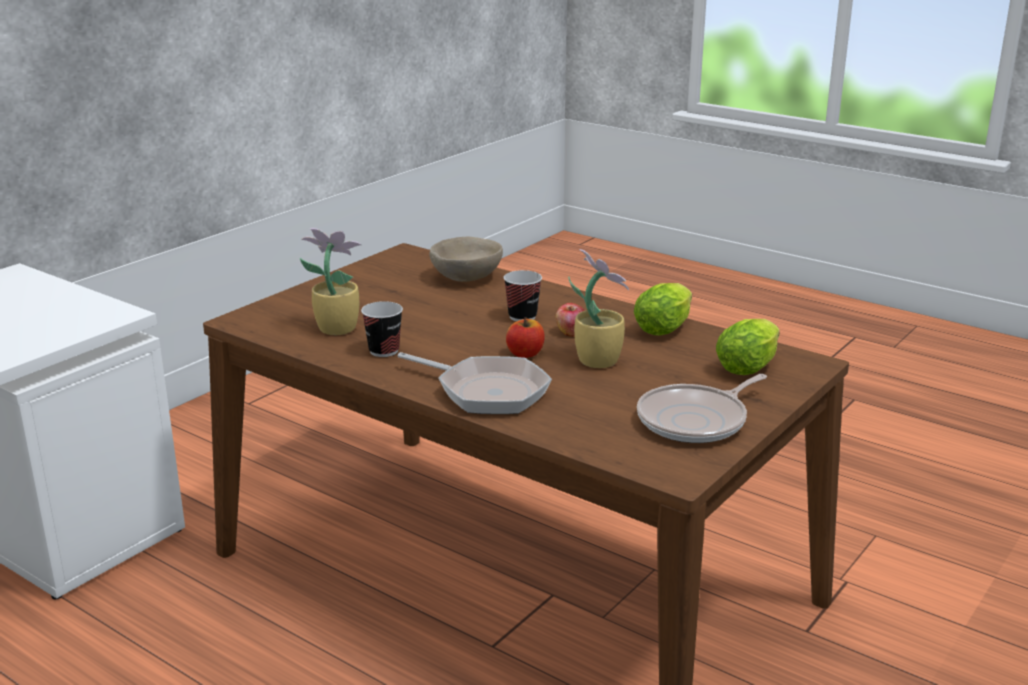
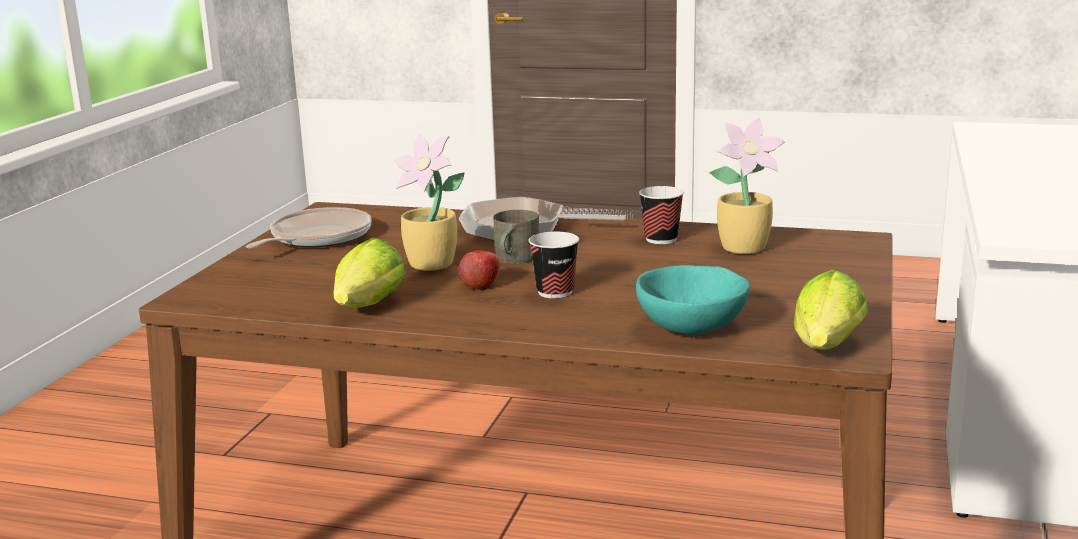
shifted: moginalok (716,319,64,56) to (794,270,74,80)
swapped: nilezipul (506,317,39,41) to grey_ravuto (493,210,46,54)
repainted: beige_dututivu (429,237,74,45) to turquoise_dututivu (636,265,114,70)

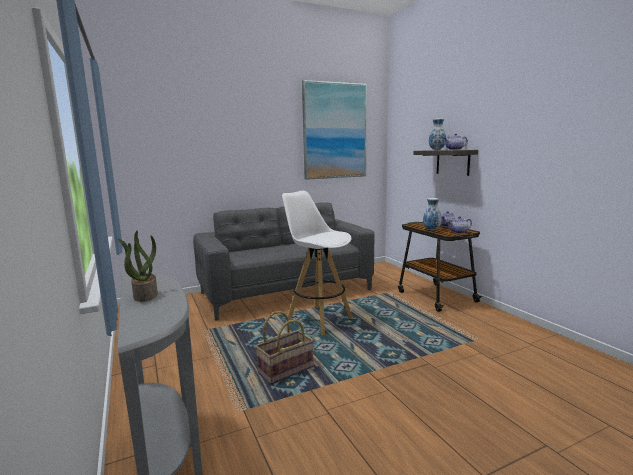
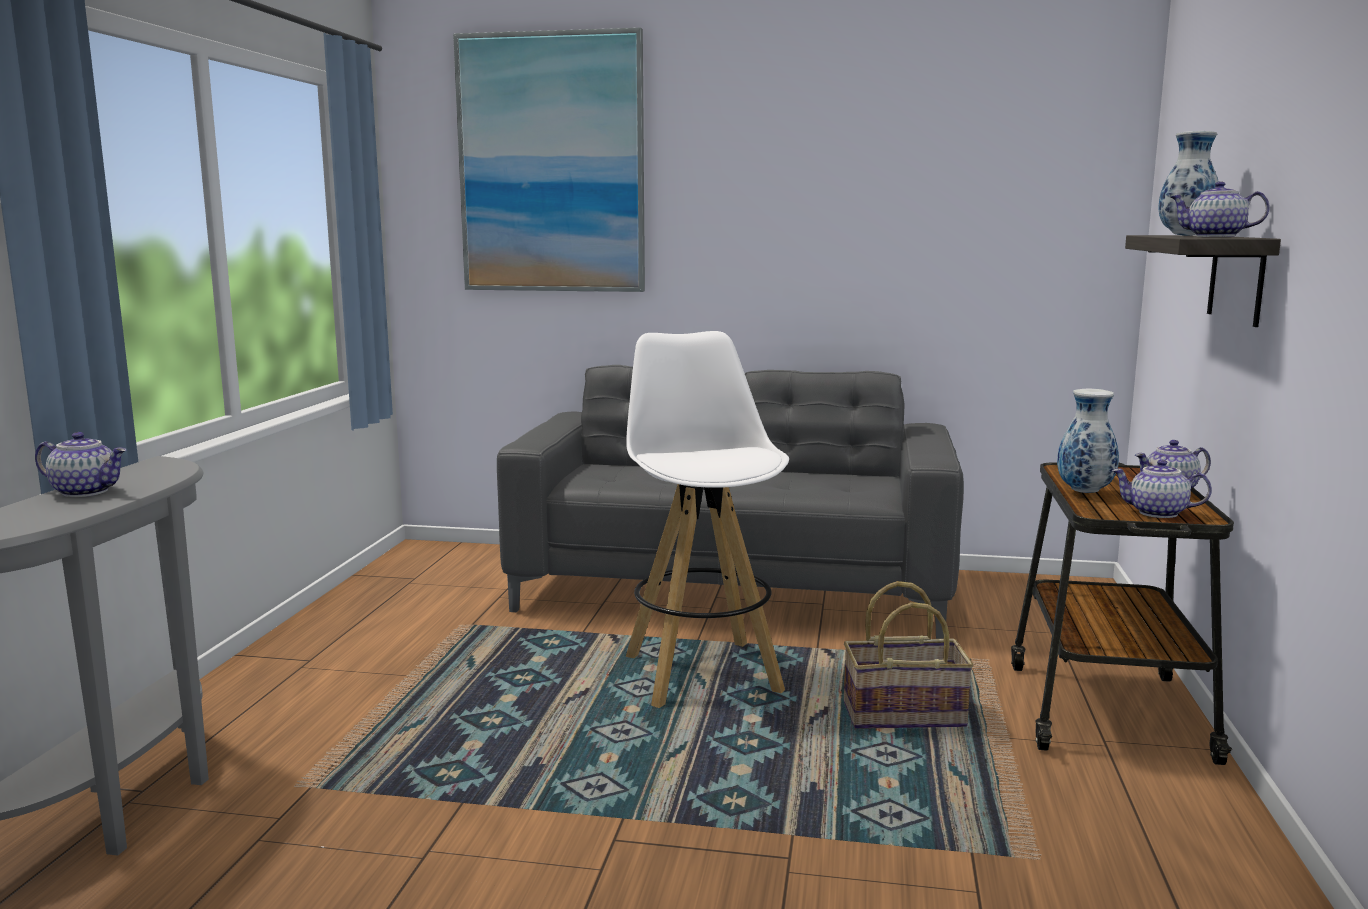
shifted: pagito (255,311,59,73) to (844,581,130,148); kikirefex (302,80,65,100) to (453,28,192,264)
swapped: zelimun (117,231,41,71) to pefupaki (35,432,91,65)

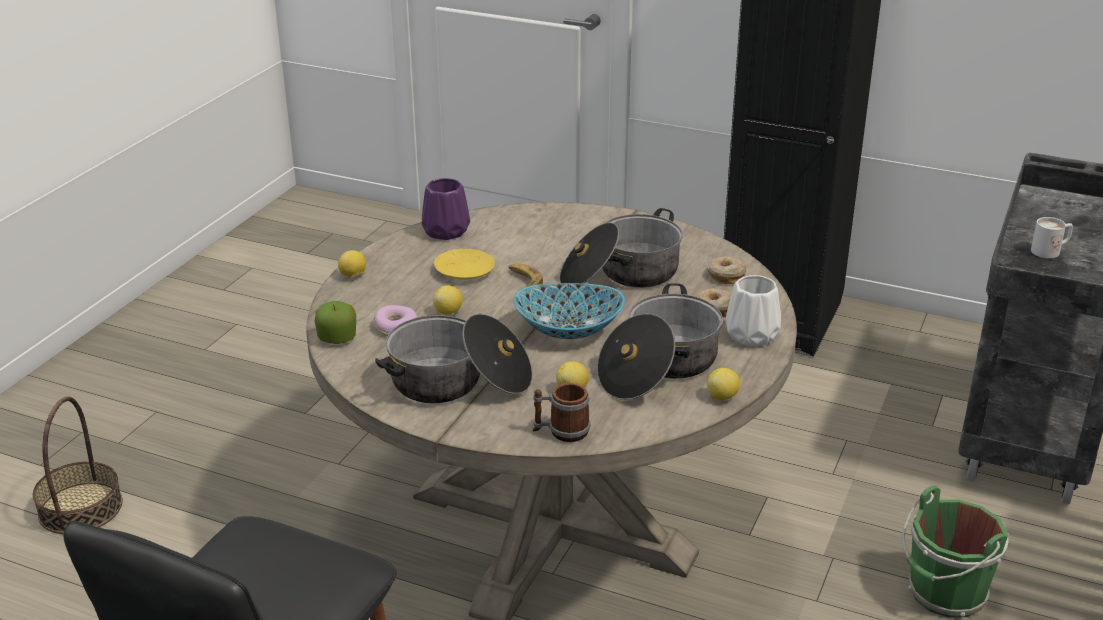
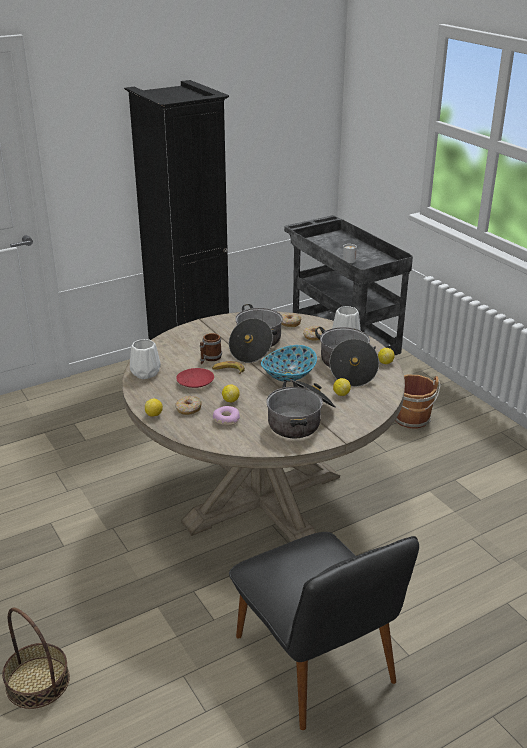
gone: nilezipul (315,301,41,43)
new: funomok (176,396,26,19)
shifted: ravuto (533,383,58,59) to (200,333,22,31)
repainted: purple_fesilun (422,178,48,62) to white_fesilun (130,339,31,40); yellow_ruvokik (434,249,61,31) to red_ruvokik (177,368,37,20); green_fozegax (902,486,107,132) to brown_fozegax (395,375,46,54)

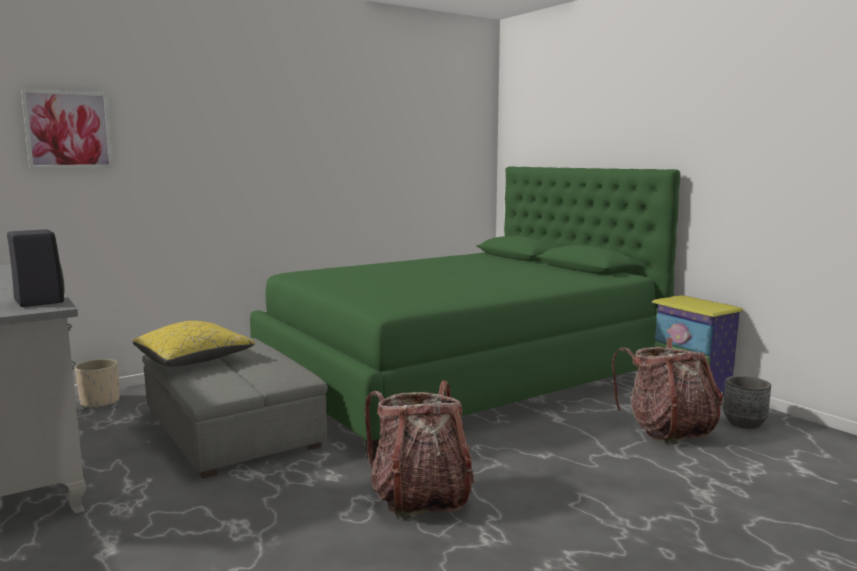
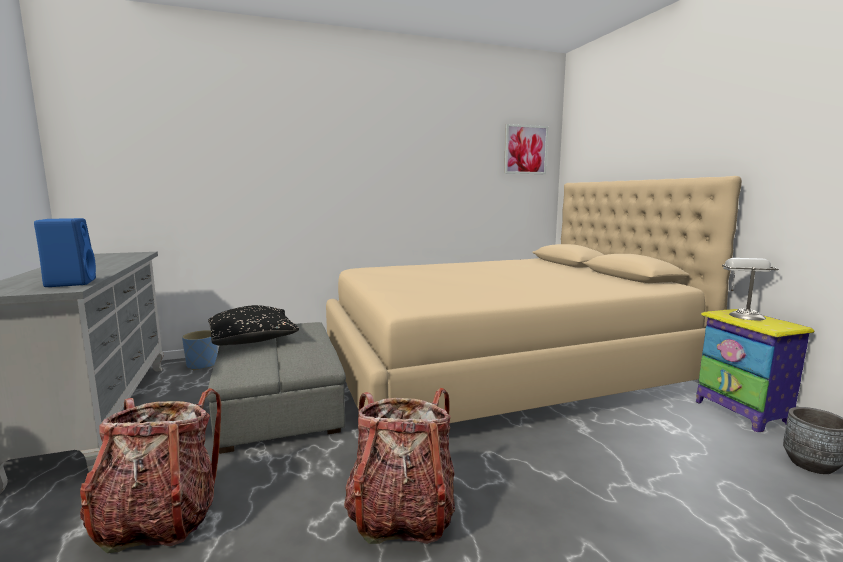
new: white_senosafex (722,258,57,62)
shifted: kikirefex (21,89,92,80) to (504,124,44,50); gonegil (612,338,111,106) to (80,388,141,165)
repainted: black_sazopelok (7,229,57,78) to blue_sazopelok (34,218,62,69); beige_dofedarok (75,359,45,50) to blue_dofedarok (182,330,36,40); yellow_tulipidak (133,321,122,46) to black_tulipidak (208,305,91,40); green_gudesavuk (250,166,431,294) to beige_gudesavuk (326,176,416,247)

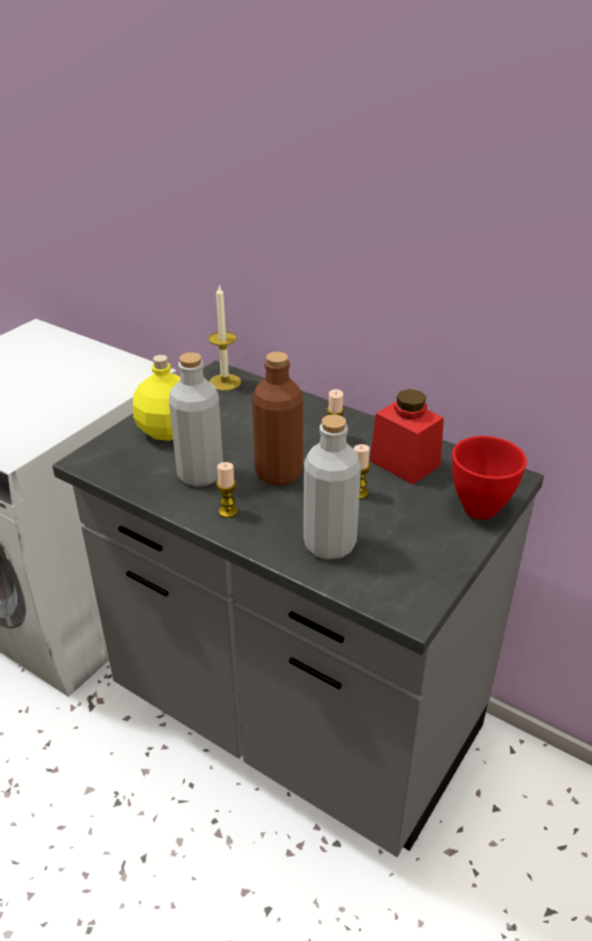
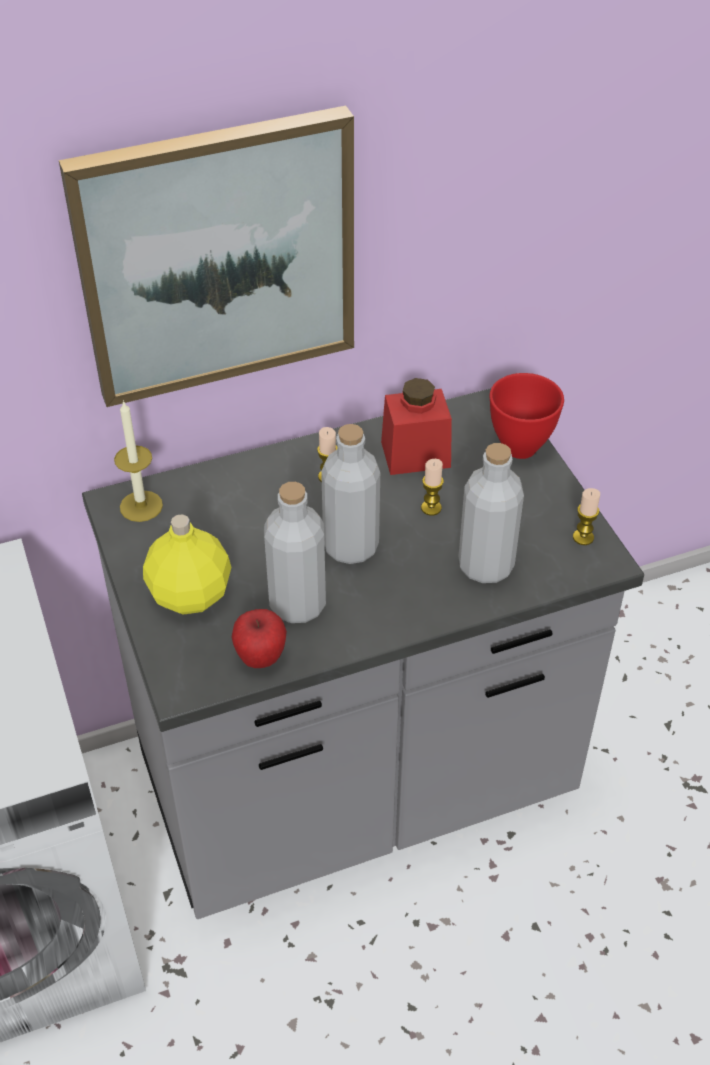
new: kikirefex (59,106,295,301); nilezipul (231,609,56,59)
shifted: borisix (216,462,22,56) to (573,488,27,57)
repainted: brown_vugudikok (252,352,51,134) to grey_vugudikok (321,424,59,140)

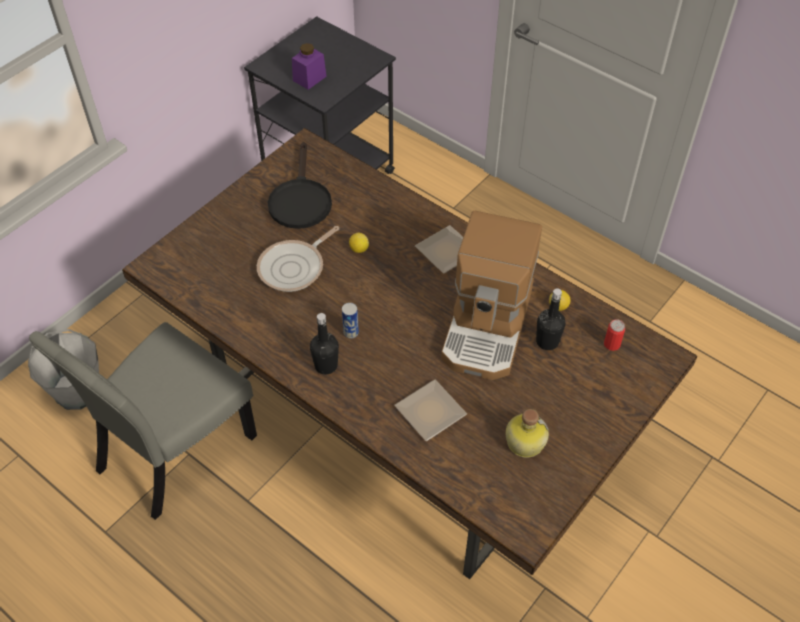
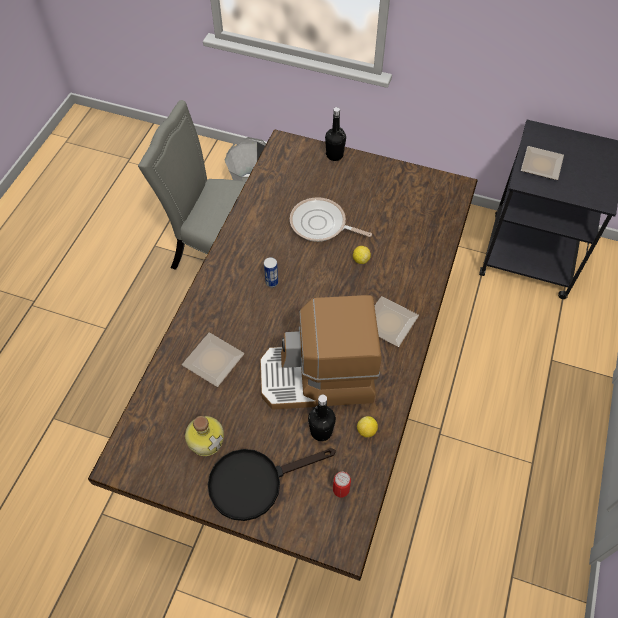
shifted: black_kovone (268,142,64,87) to (208,448,128,73); black_vugudikok (310,313,29,62) to (325,107,21,54)
swapped: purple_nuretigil (292,43,35,47) to ruvokik (521,146,43,34)

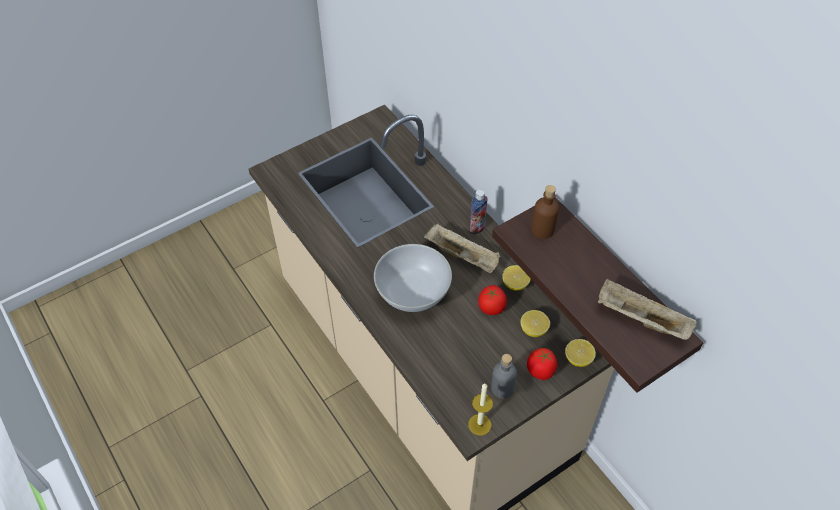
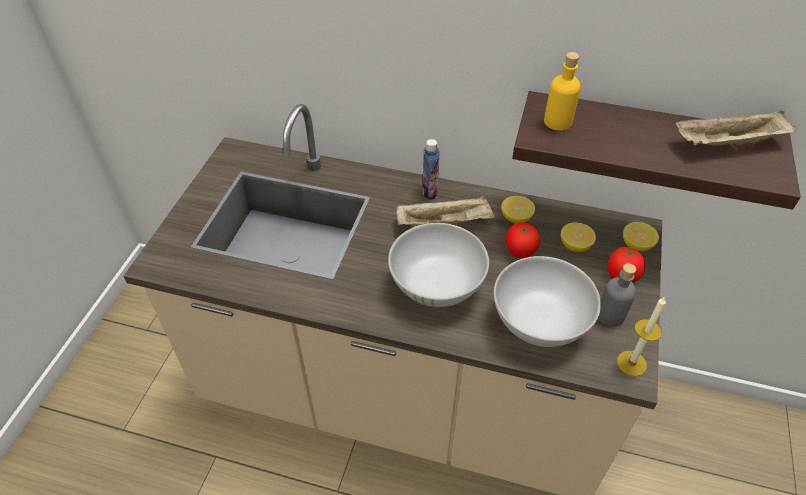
new: white_dututivu (494,256,107,91)
repainted: brown_vugudikok (531,185,28,54) to yellow_vugudikok (544,52,37,79)

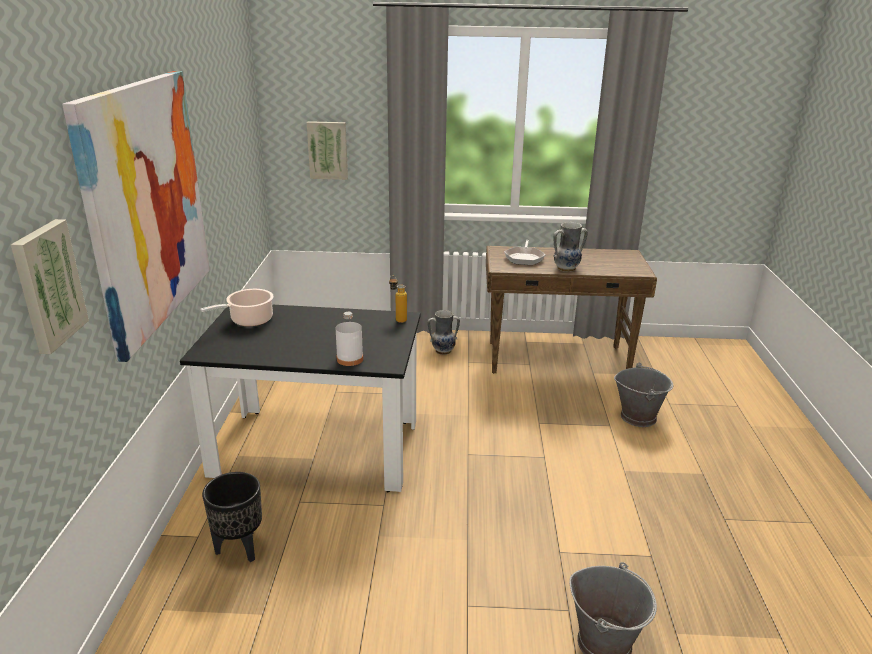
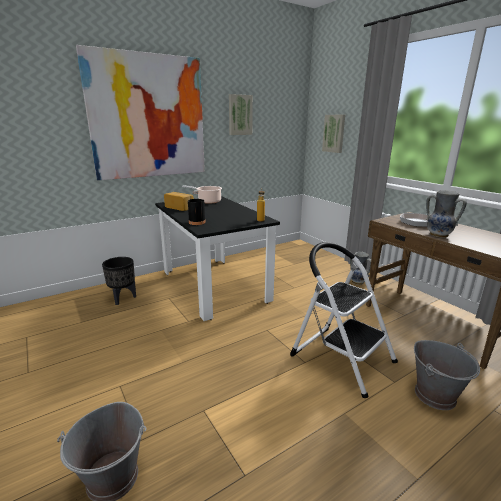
new: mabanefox (164,192,30,19); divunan (290,242,108,156)
shifted: kikirefex (11,219,78,135) to (229,94,24,41)
repainted: white_vugudikok (336,312,27,54) to black_vugudikok (188,190,18,35)

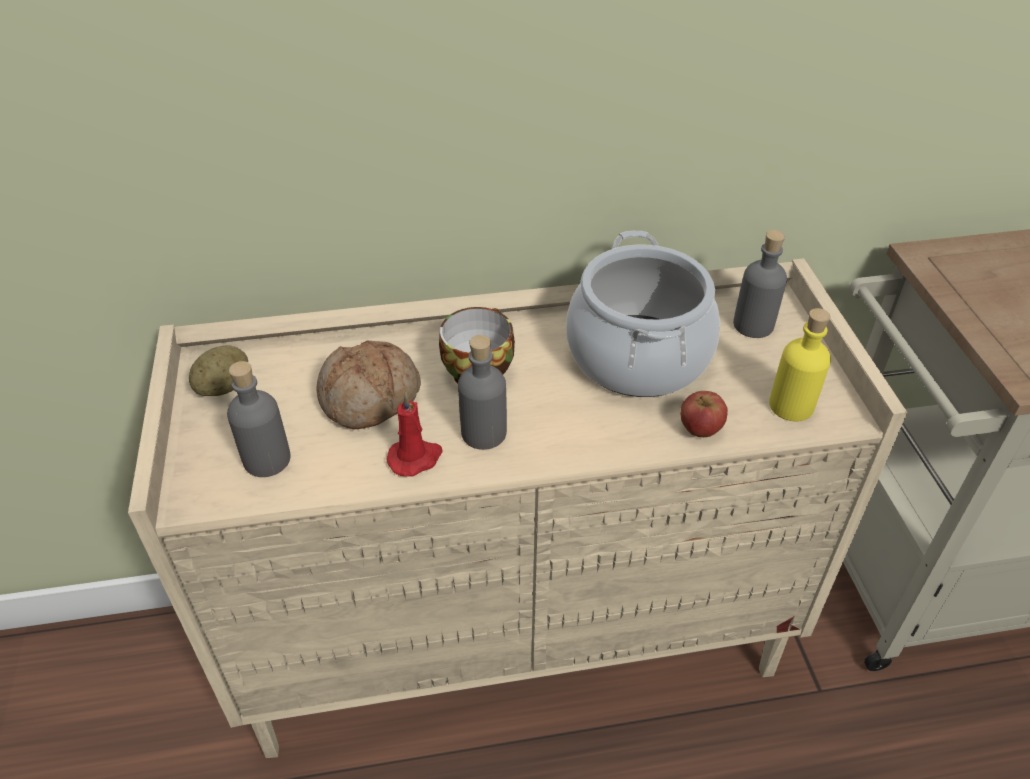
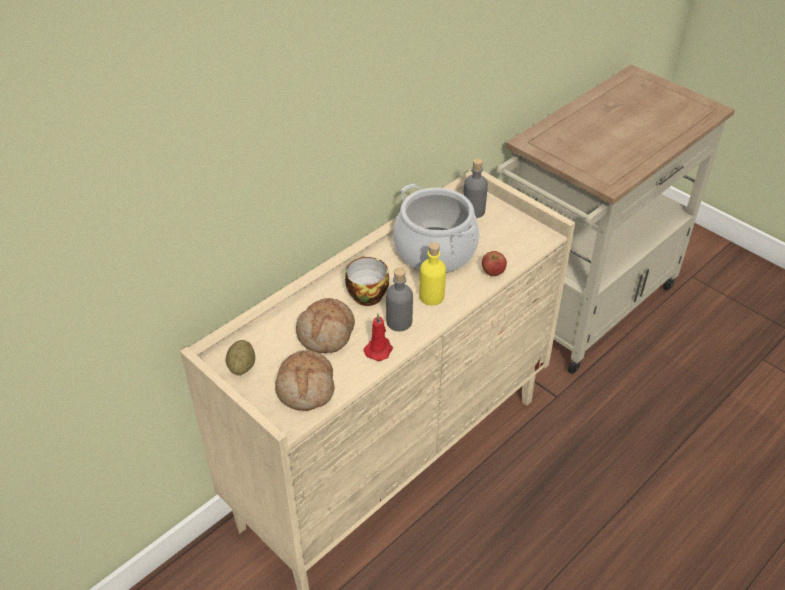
shifted: yellow_vugudikok (769,308,62,113) to (419,242,27,64)
swapped: grey_vugudikok (227,361,64,116) to mabanefox (275,350,59,61)

